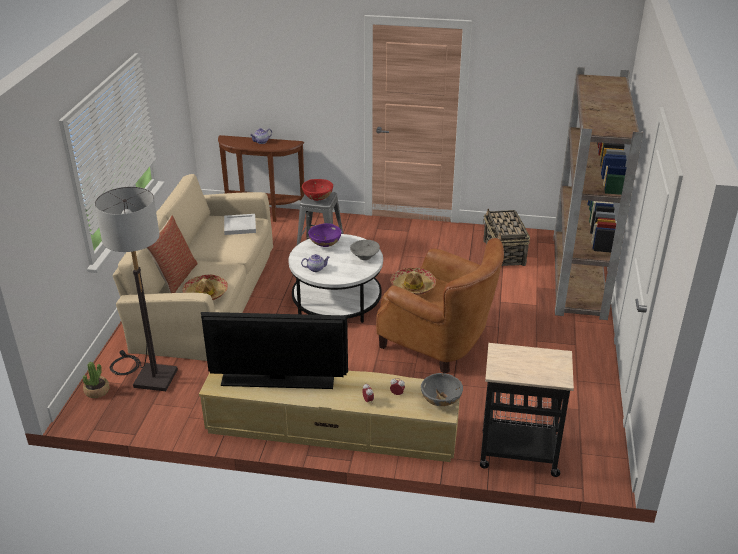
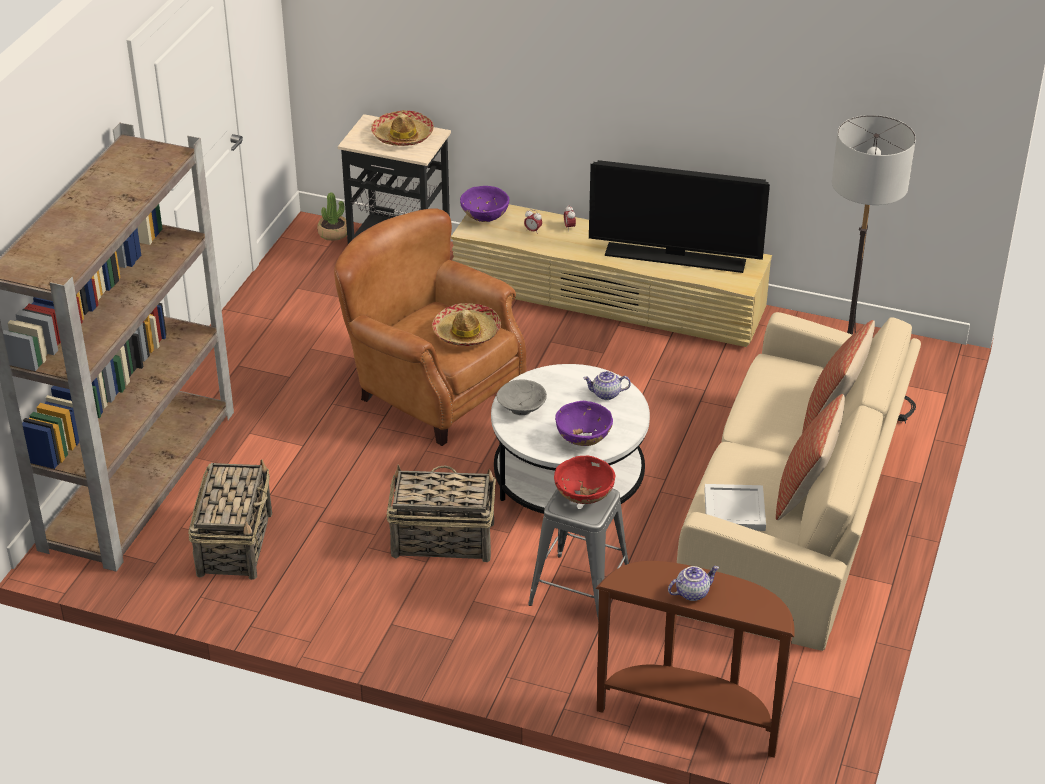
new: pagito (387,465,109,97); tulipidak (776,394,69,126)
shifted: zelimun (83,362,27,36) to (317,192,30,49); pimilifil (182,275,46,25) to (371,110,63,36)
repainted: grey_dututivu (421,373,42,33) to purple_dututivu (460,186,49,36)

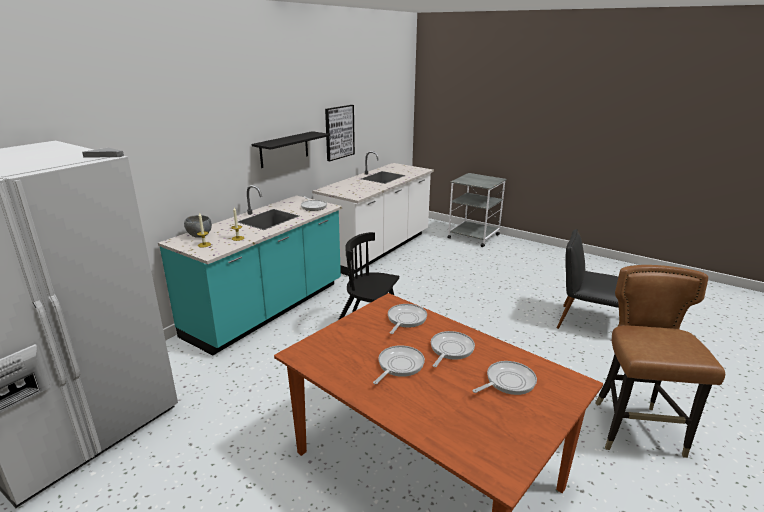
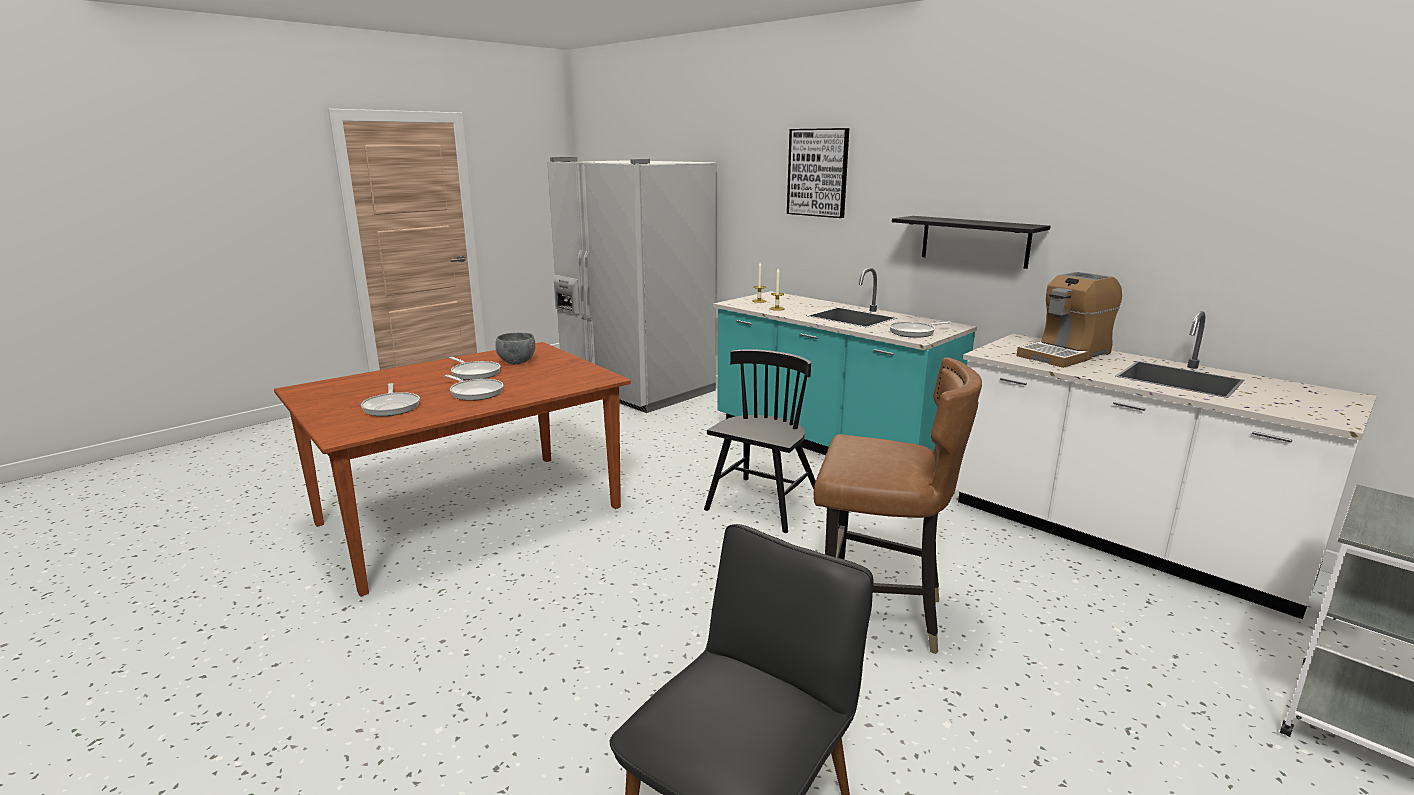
gone: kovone (388,304,39,30)
new: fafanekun (1016,272,106,96)
shifted: grey_dututivu (184,215,28,23) to (495,332,40,32); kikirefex (325,105,30,56) to (787,128,62,90); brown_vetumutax (595,265,130,193) to (814,357,168,297)

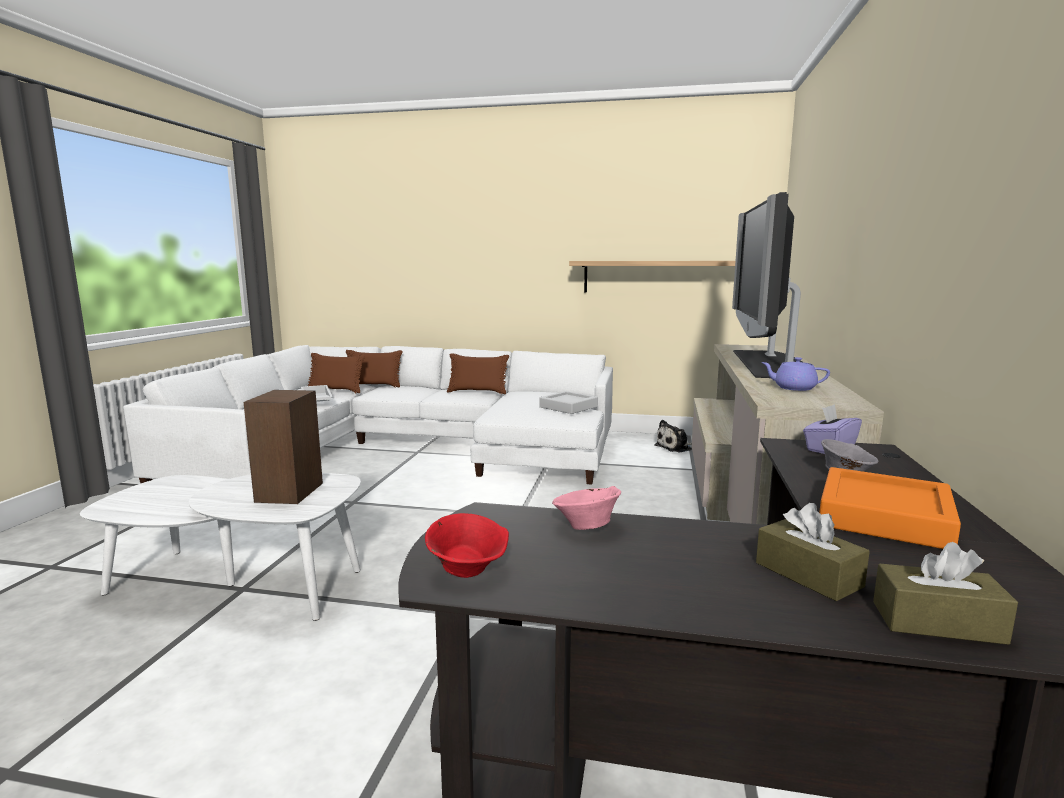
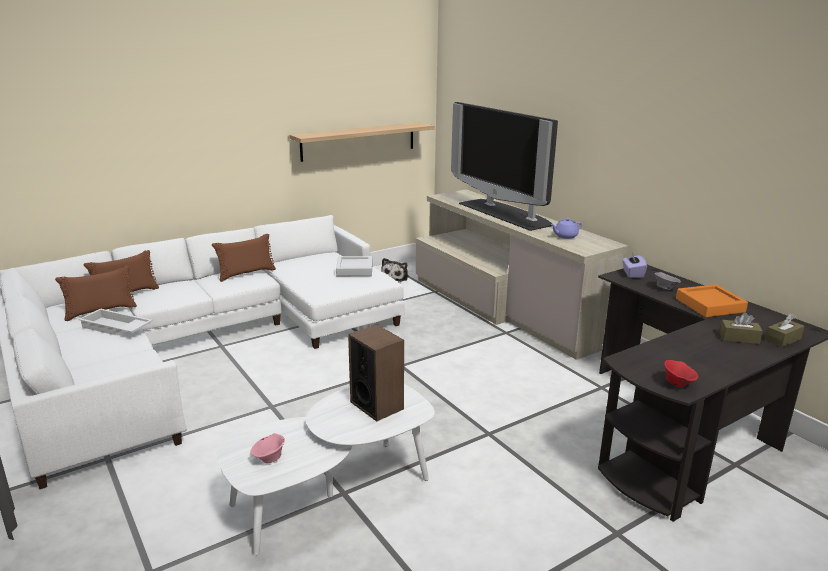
shifted: pink_dututivu (552,486,69,44) to (250,433,35,30)

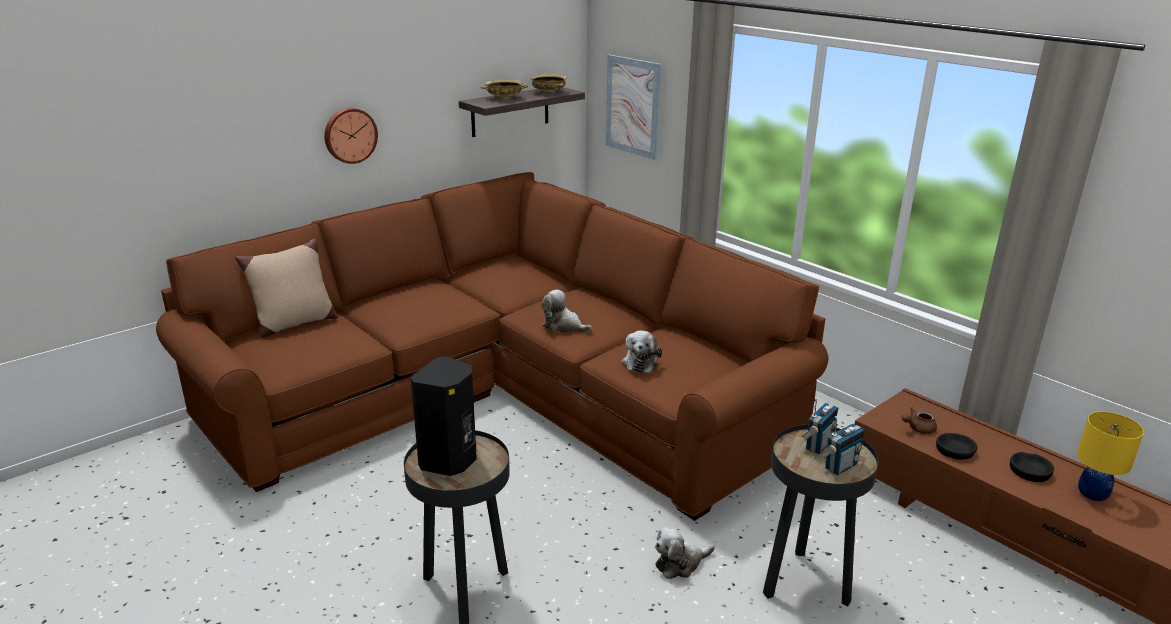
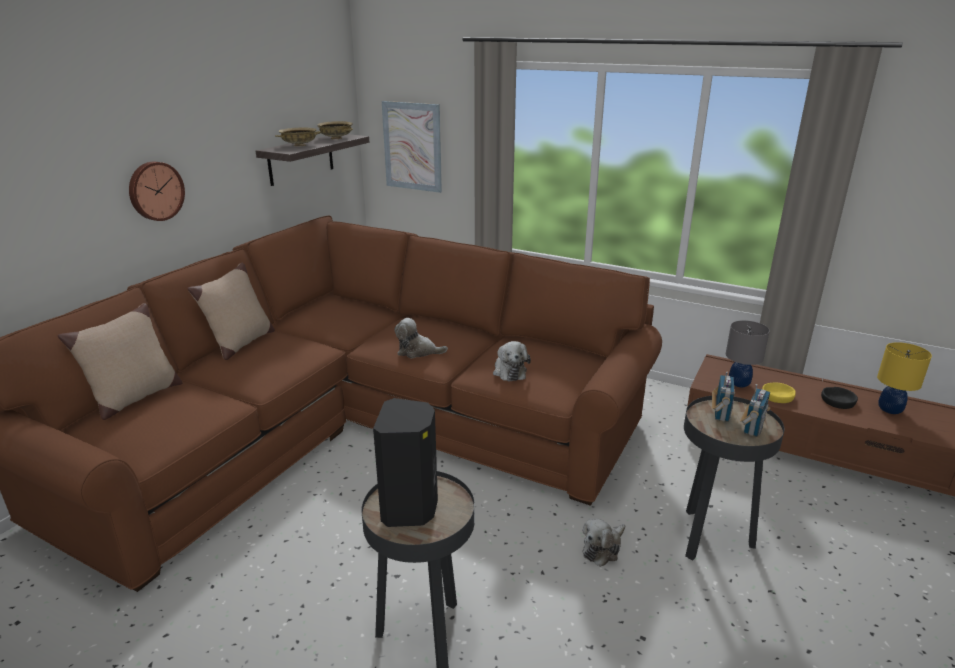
new: beige_tulipidak (187,263,88,97)
swapped: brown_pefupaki (902,407,35,27) to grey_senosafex (726,320,44,67)
repainted: black_dututivu (936,433,42,27) to yellow_dututivu (762,383,34,20)

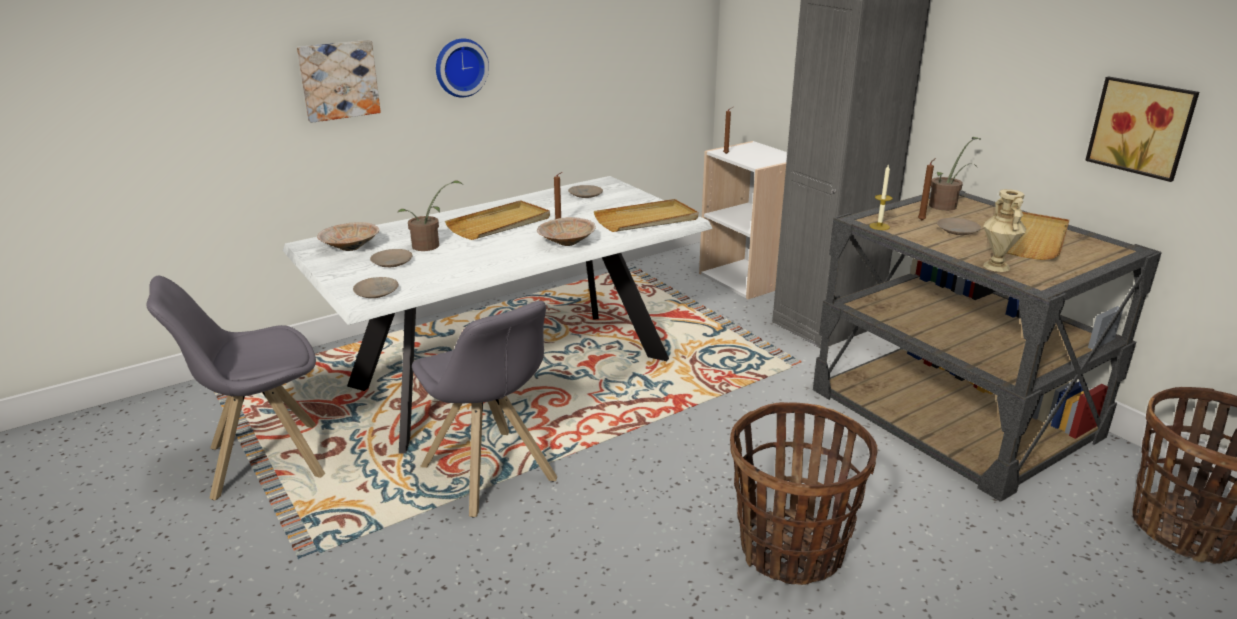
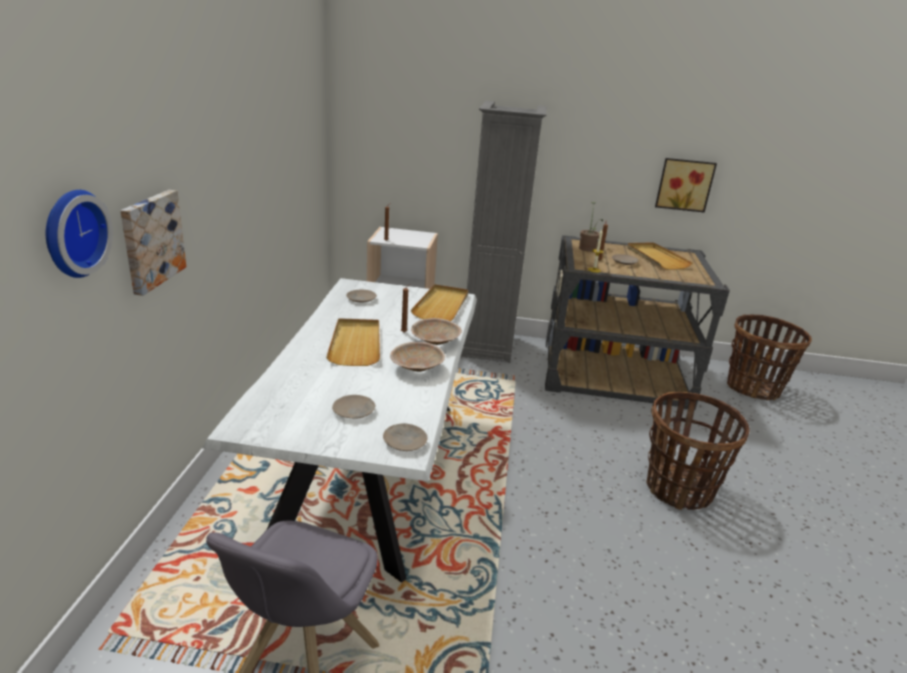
gone: zelimun (397,181,66,70); grey_vetumutax (412,301,145,216); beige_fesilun (983,189,43,83)
shifted: beige_dututivu (317,222,62,29) to (390,342,55,30); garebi (436,39,53,59) to (46,190,67,88)

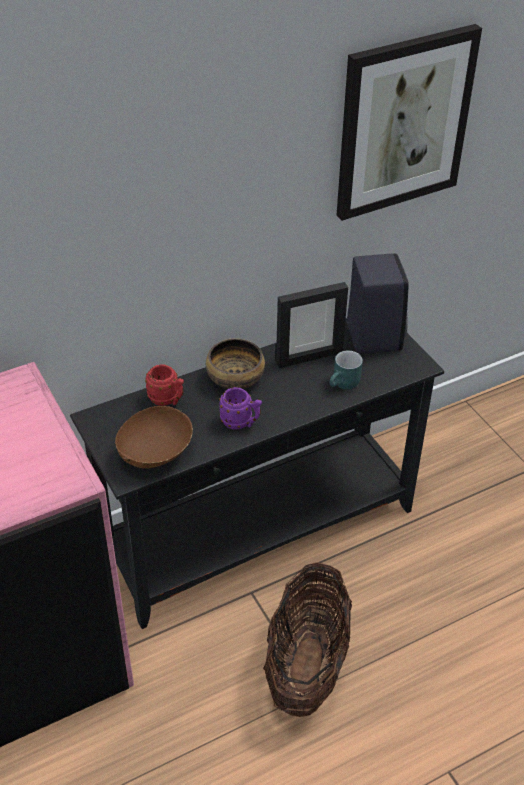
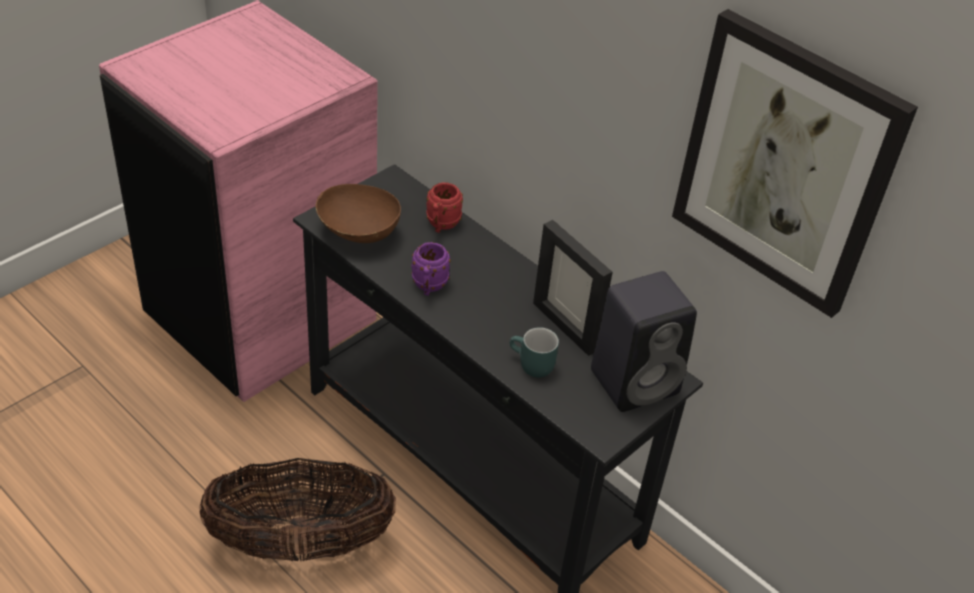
gone: dututivu (206,338,59,51)

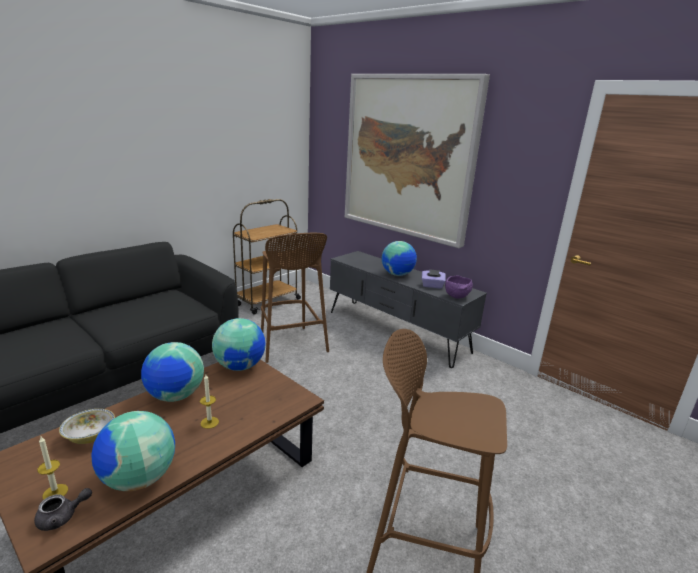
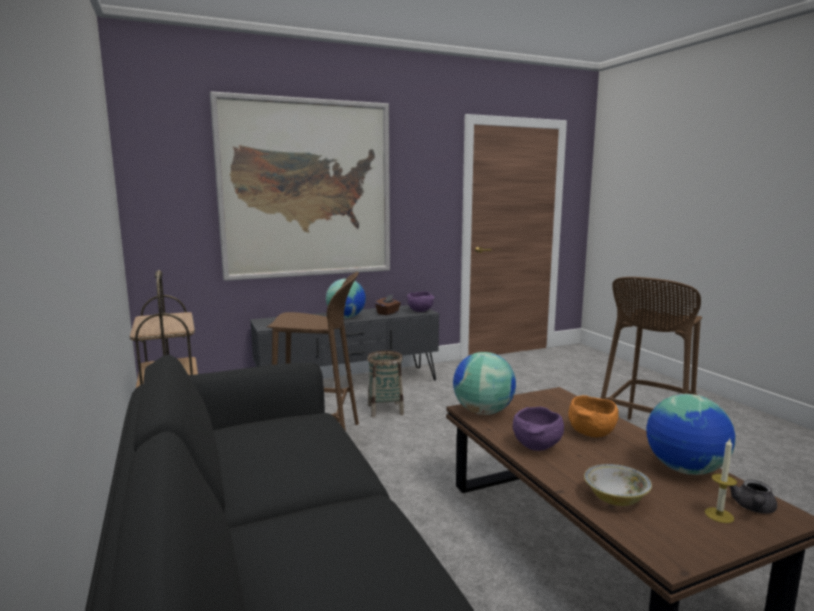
new: pagito (367,351,37,66)
swapped: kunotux (141,342,63,60) to purple_dututivu (513,407,51,44); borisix (200,374,19,55) to orange_dututivu (568,395,51,42)
repainted: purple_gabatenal (422,269,24,20) to brown_gabatenal (375,295,26,20)
rotated: grey_pefupaki (34,488,58,43) = (730,479,47,35) 150 degrees counterclockwise

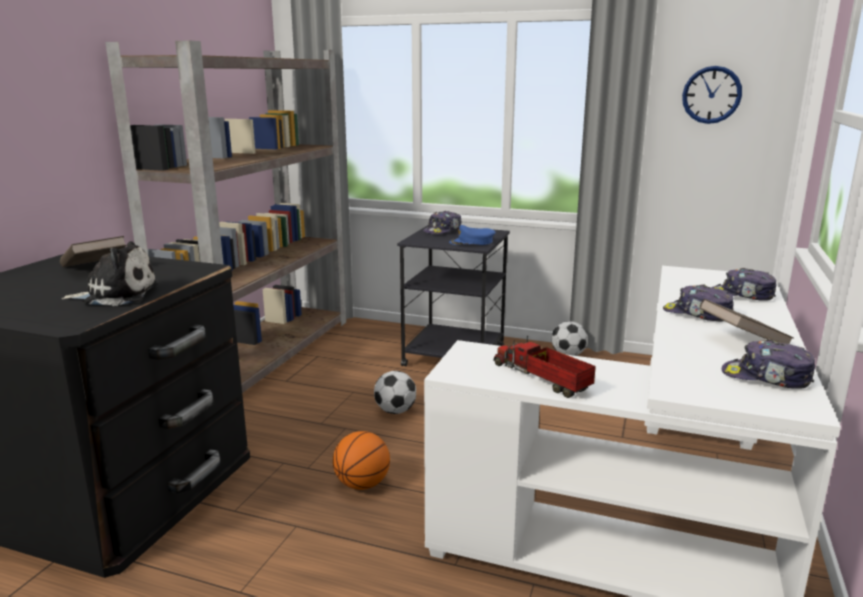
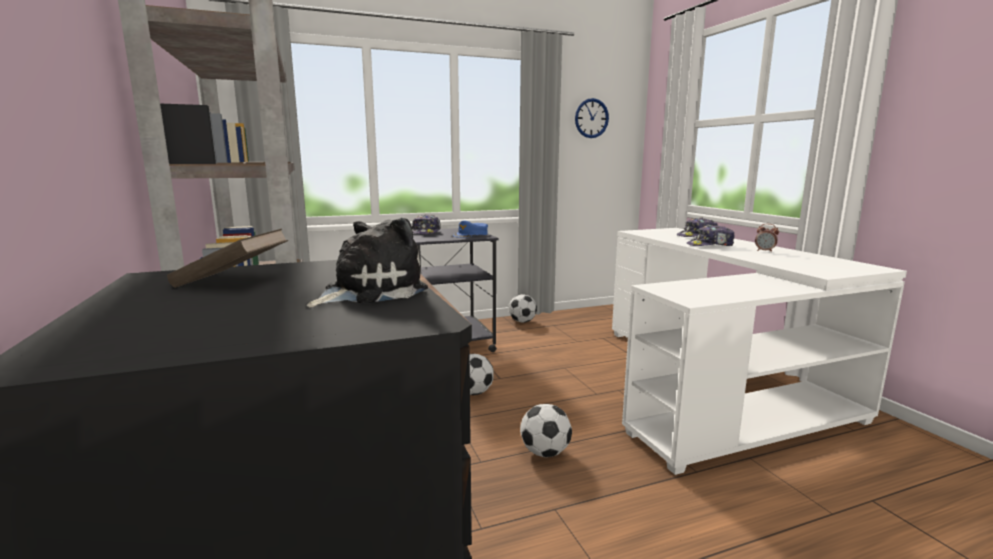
gone: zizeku (494,336,102,62); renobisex (722,339,93,50)
swapped: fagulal (333,431,57,59) to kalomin (520,404,52,53); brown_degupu (700,299,94,45) to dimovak (755,224,24,28)

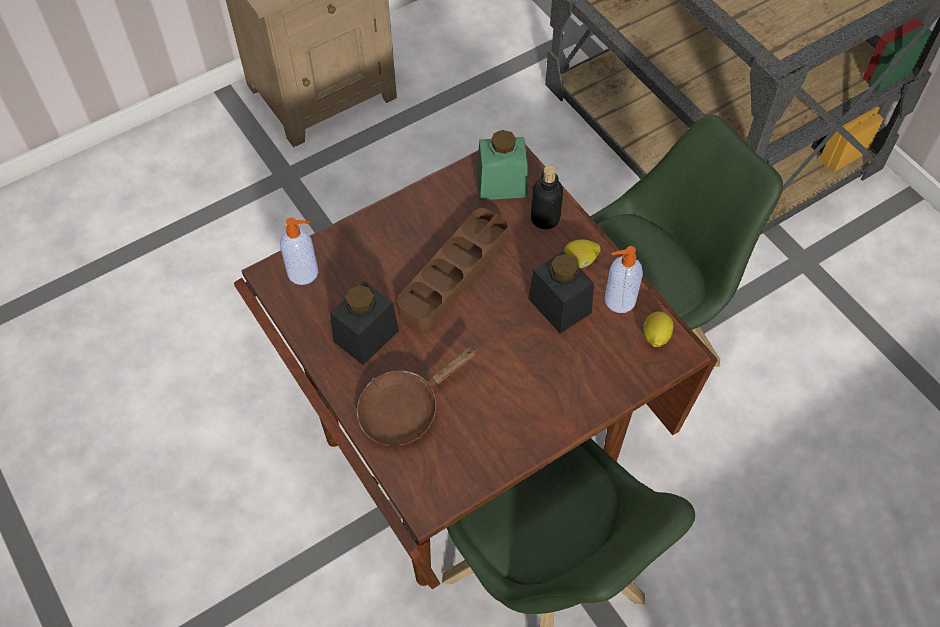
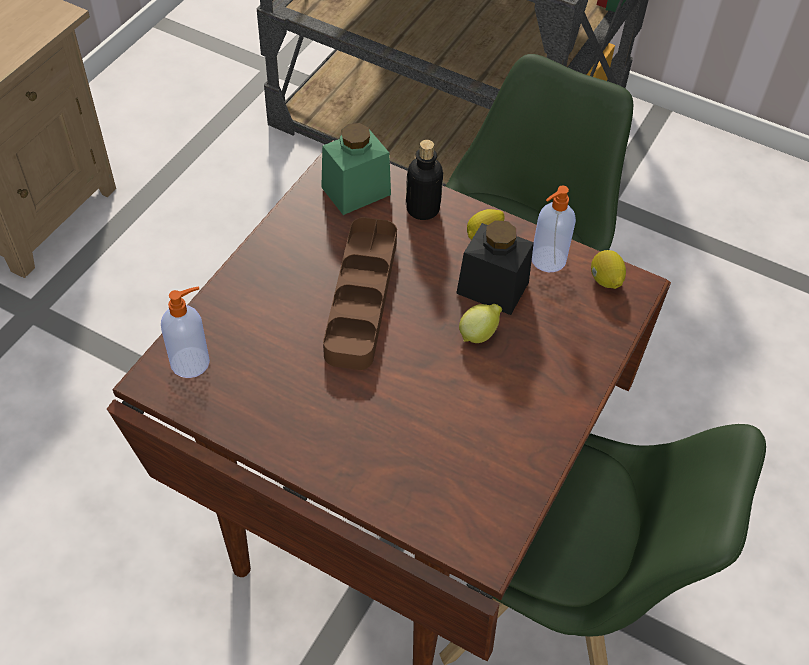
gone: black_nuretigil (330,281,69,84); brown_kovone (357,347,121,99)
new: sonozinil (459,304,43,39)

